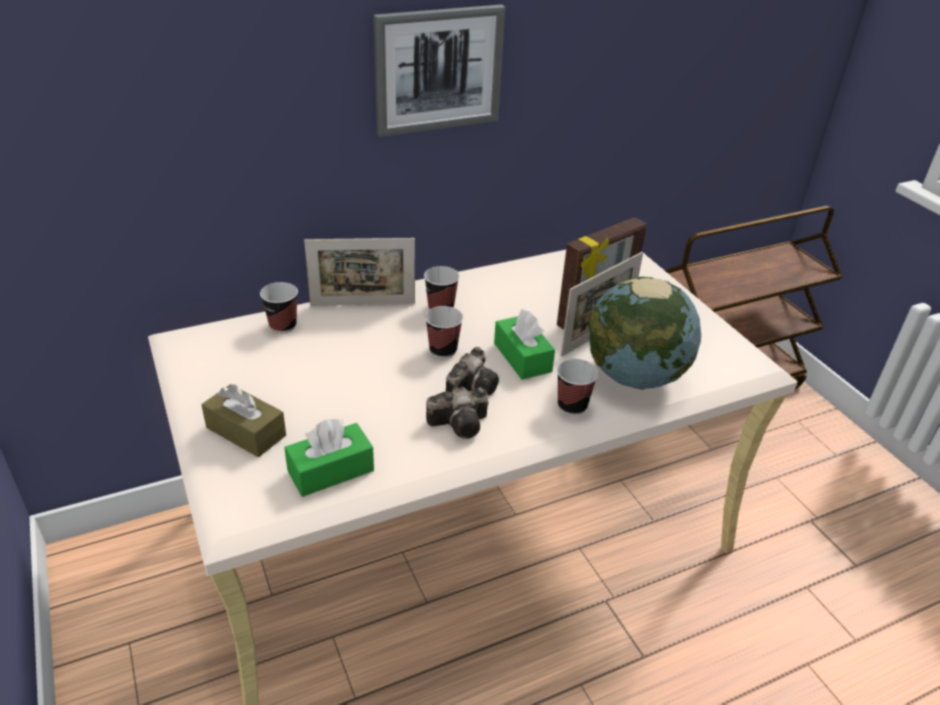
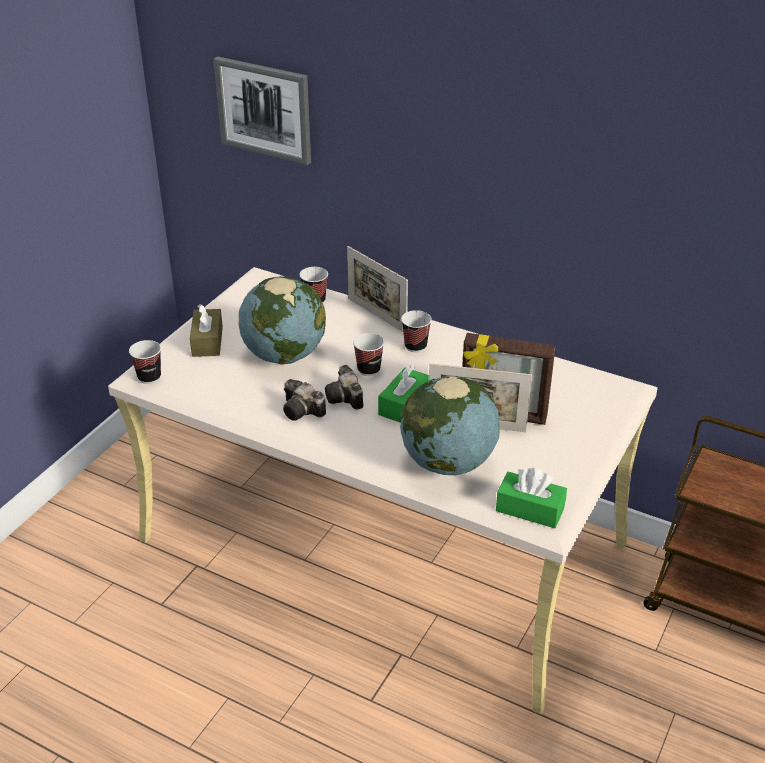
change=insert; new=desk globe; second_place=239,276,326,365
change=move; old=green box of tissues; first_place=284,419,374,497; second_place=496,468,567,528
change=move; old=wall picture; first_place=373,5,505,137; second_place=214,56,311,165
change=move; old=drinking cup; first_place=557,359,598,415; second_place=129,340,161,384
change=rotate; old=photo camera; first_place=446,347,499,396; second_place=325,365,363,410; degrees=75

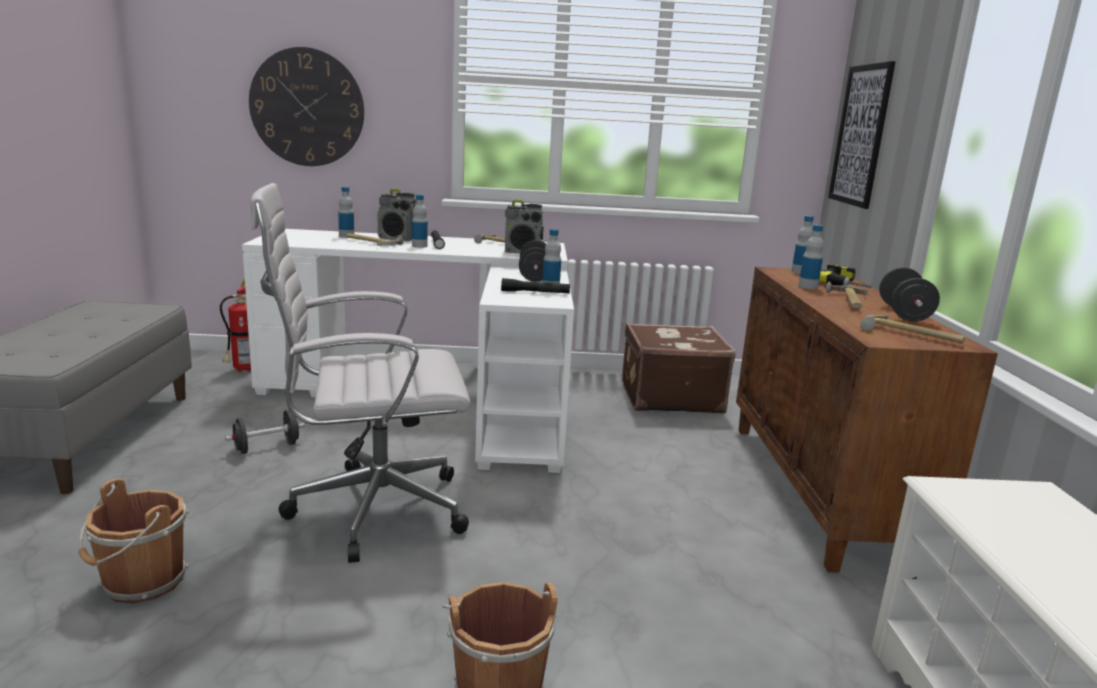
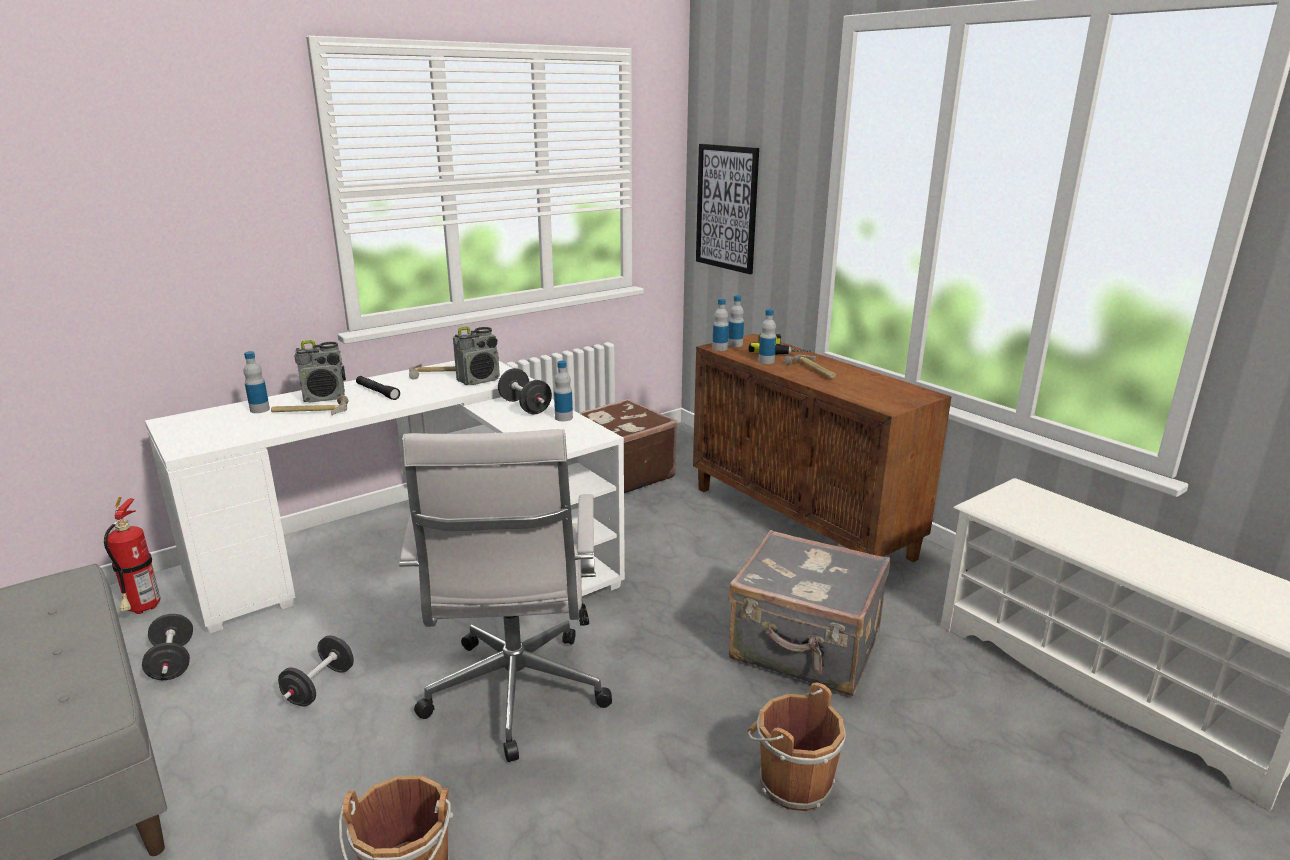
change=delete; old=hanging clock; first_place=249,47,364,166
change=delete; old=blackish flashlight; first_place=501,278,570,294
change=delete; old=hammer; first_place=860,315,965,343
change=insert; new=grey travel case; second_place=728,530,890,696
change=move; old=bottle; first_place=412,194,428,248; second_place=712,299,728,351
change=move; old=blackish free weight; first_place=879,267,940,322; second_place=142,614,193,680
change=rotate; old=whitish desk chair; first_place=251,183,471,563; second_place=399,429,612,762; degrees=-45

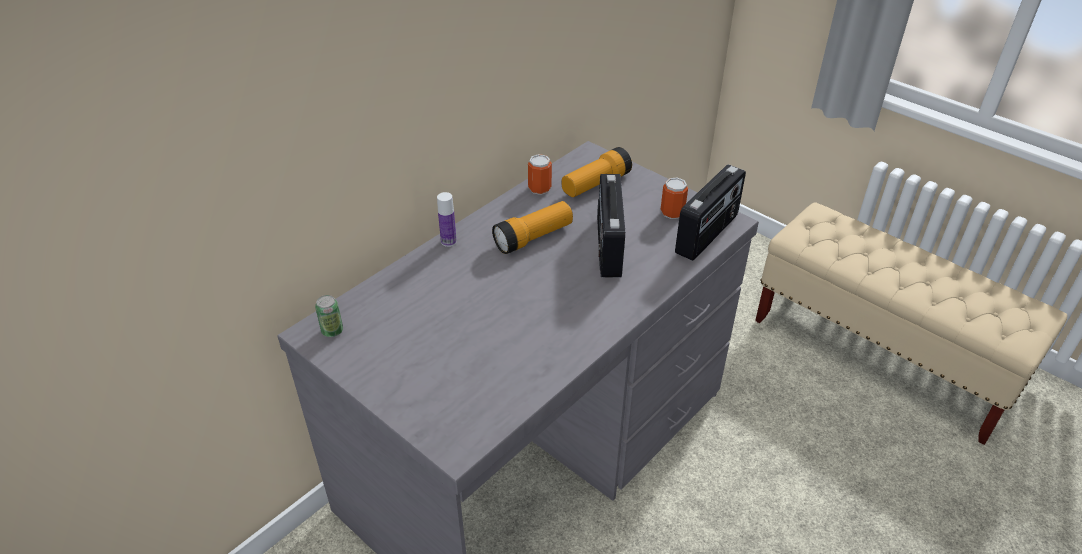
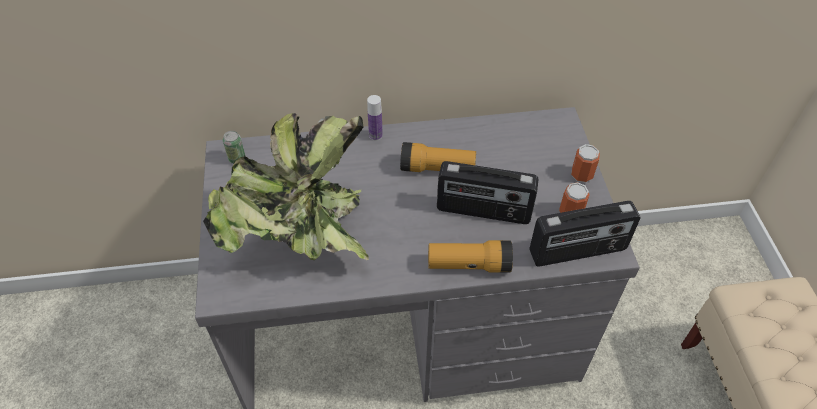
change=insert; new=potted plant; second_place=203,113,369,260
change=move; old=can; first_place=528,154,552,195; second_place=571,144,600,183
change=move; old=flashlight; first_place=561,147,632,197; second_place=428,240,513,273
change=rotate; old=radio receiver; first_place=597,174,625,278; second_place=437,161,539,224; degrees=-120

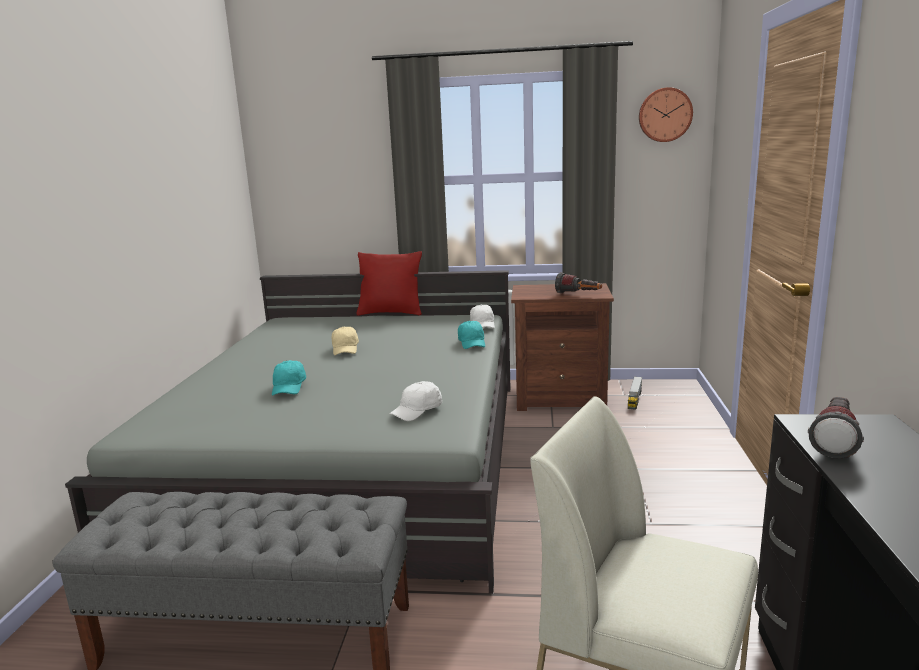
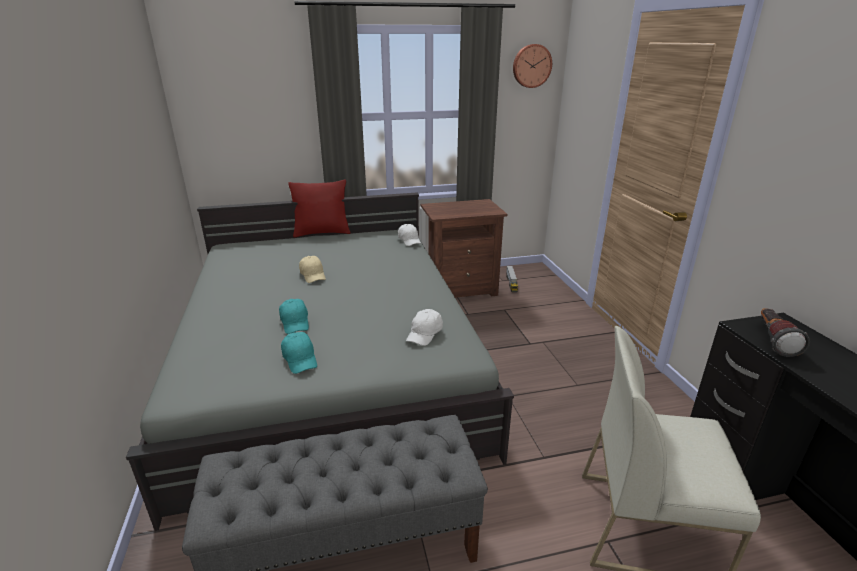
change=delete; old=flashlight; first_place=555,272,602,294
change=move; old=turquoise-coloured peaked cap; first_place=458,321,485,349; second_place=281,332,317,374

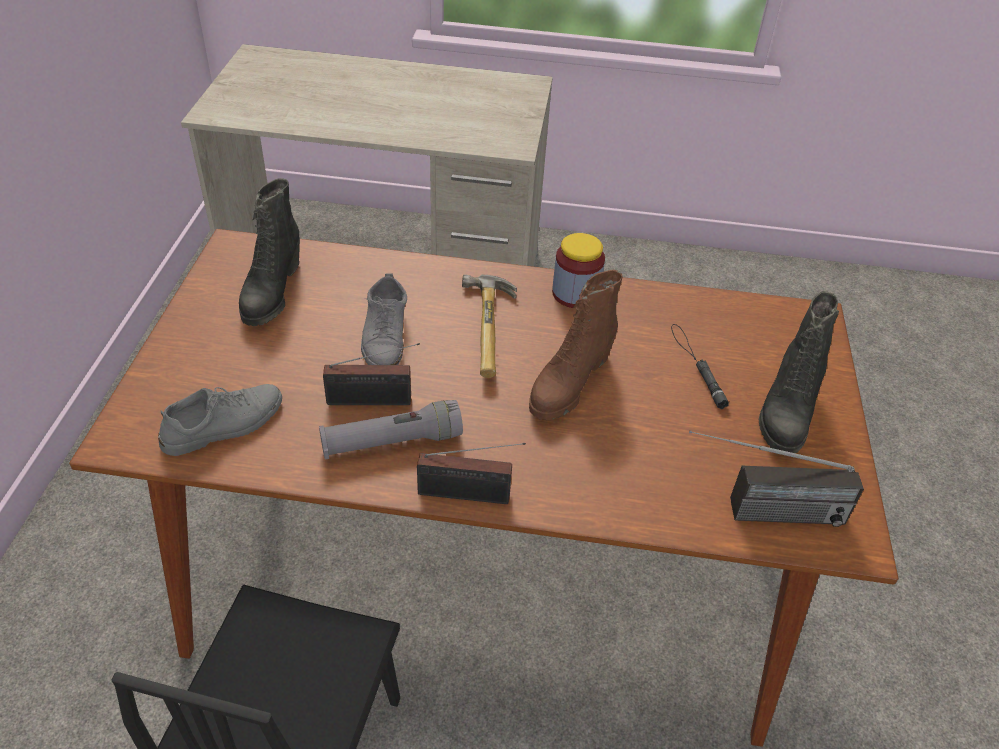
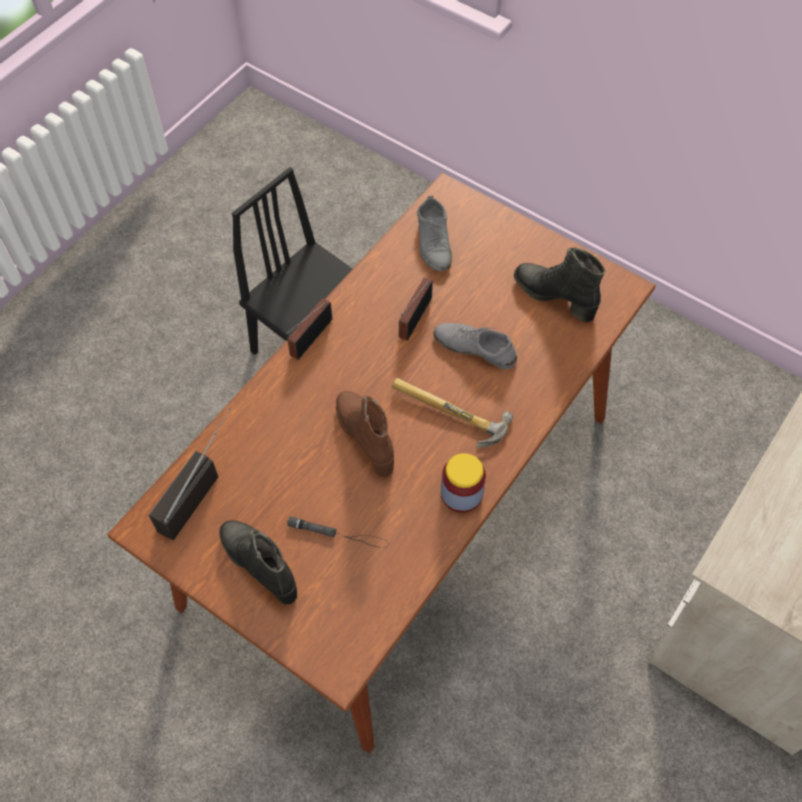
change=delete; old=grey flashlight; first_place=319,400,463,459

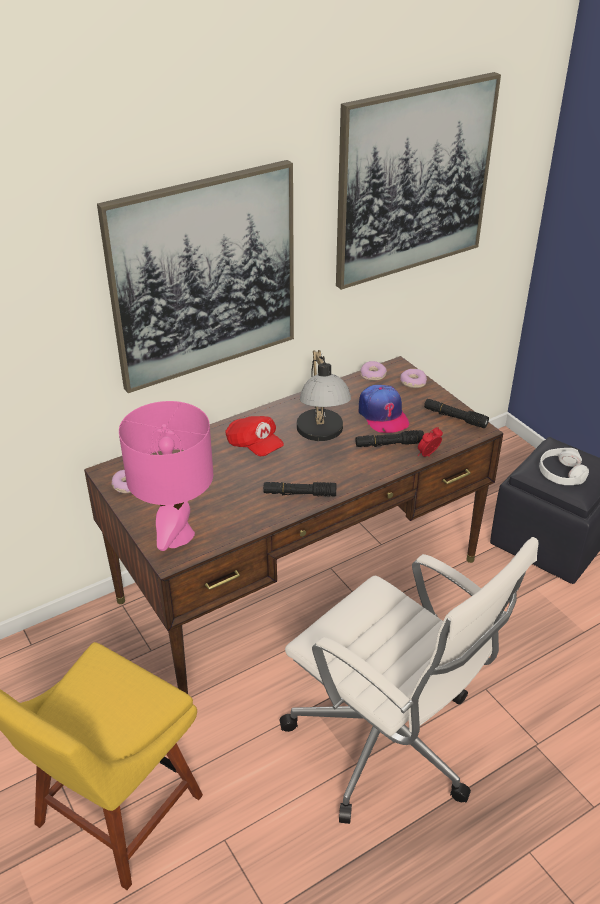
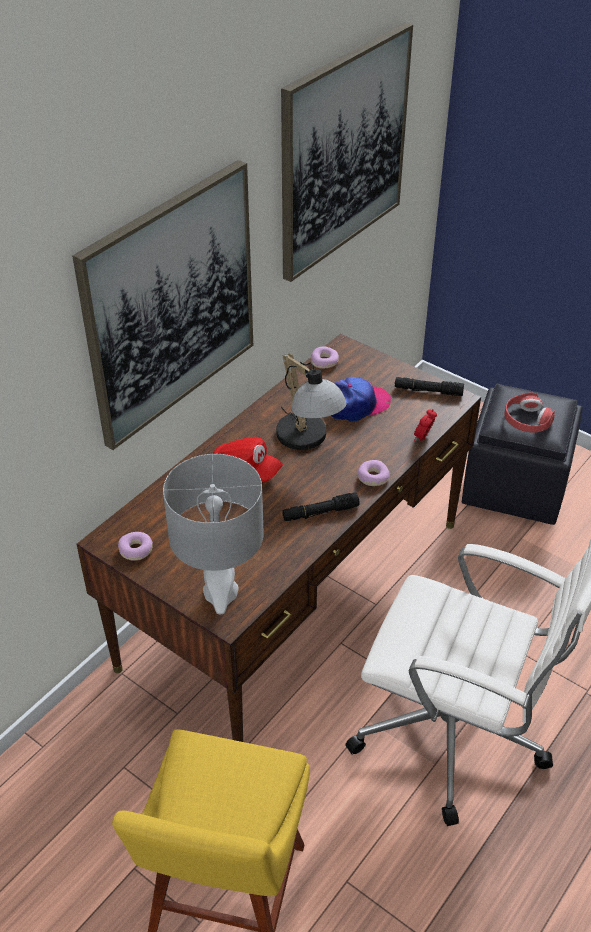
change=delete; old=blackish flashlight; first_place=356,430,424,447
change=move; old=doughnut; first_place=400,369,427,388; second_place=358,460,390,486
change=recolor; old=pinkish table lamp; new=grey table lamp; first_place=119,401,213,551; second_place=163,454,264,614
change=recolor; old=whitish pair of headphones; new=red-coloured pair of headphones; first_place=539,448,589,485; second_place=504,392,555,433
change=rotate; old=peaked cap; first_place=358,385,410,433; second_place=331,377,391,422; degrees=-75

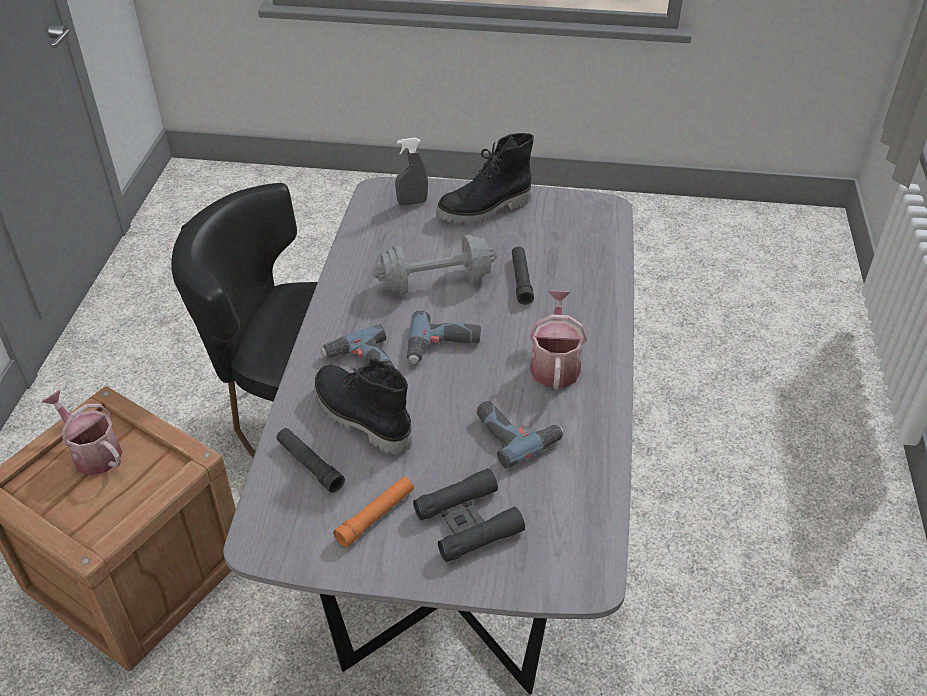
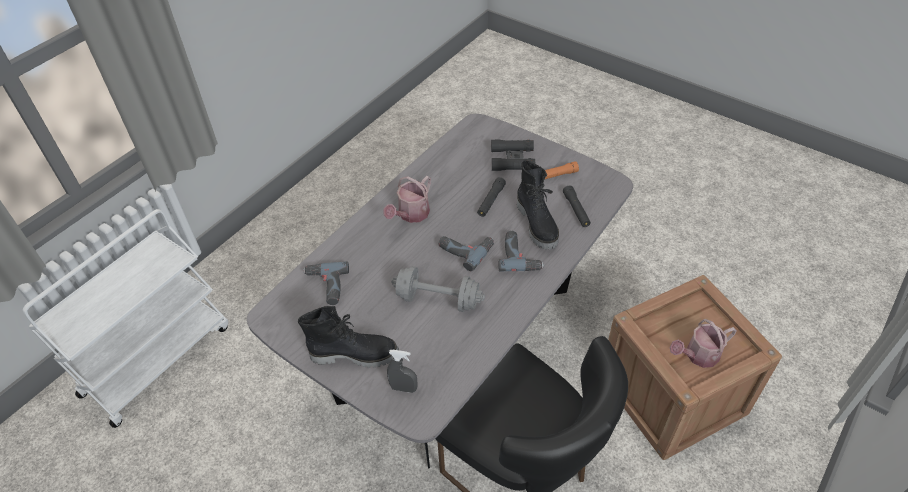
change=insert; new=whitish trolley; second_place=23,209,228,428
change=move; old=drill; first_place=476,401,564,469; second_place=303,262,349,305
change=move; old=blackish flashlight; first_place=512,247,534,305; second_place=477,177,506,217
change=rotate; old=watering pot; first_place=42,390,123,475; second_place=670,319,737,368; degrees=90

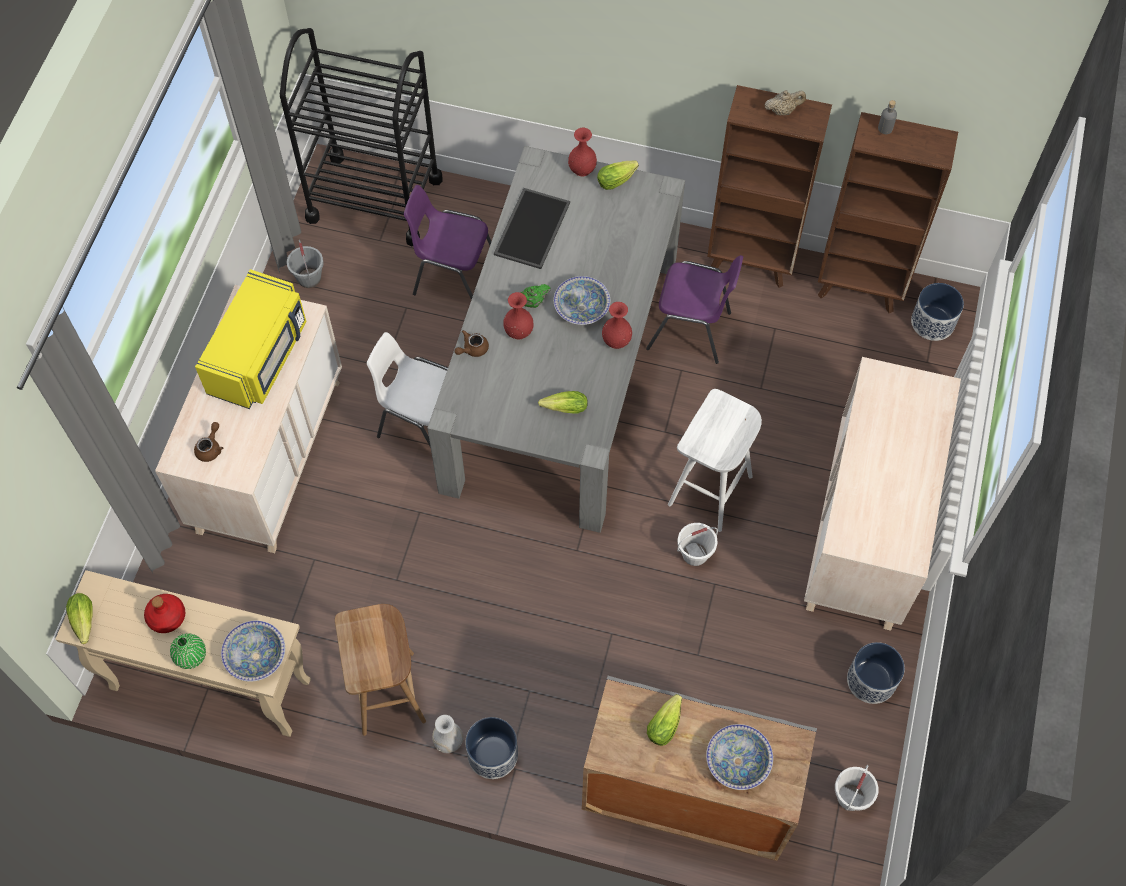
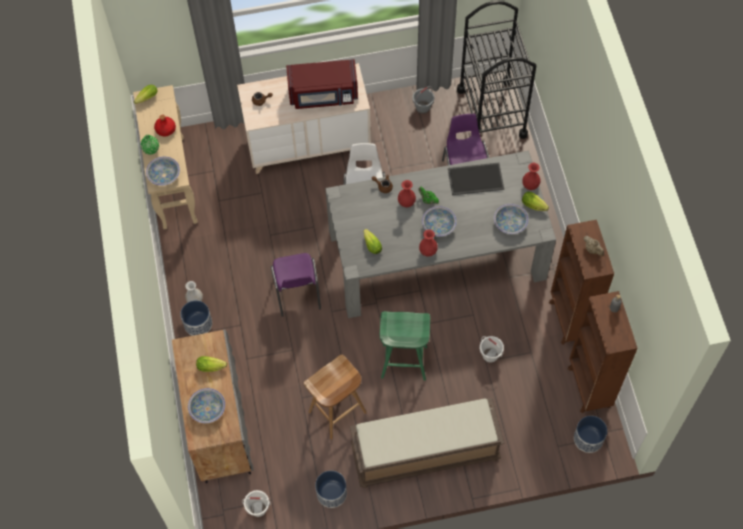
change=insert; new=bowl; second_place=494,204,528,234
change=move; old=brown-coloured sitting stool; first_place=335,604,426,736; second_place=304,355,367,440
change=move; old=purplish chair; first_place=646,255,743,364; second_place=271,253,321,317
change=move; old=whitish pail; first_place=677,523,718,566; second_place=480,336,504,363
change=replace; old=beige-coloured dresser; new=brown-coloured long seat; first_place=804,357,961,631; second_place=350,398,504,488
change=recolor; old=yellow-coloured kitchen microwave; new=red-coloured kitchen microwave; first_place=195,269,307,409; second_place=286,59,358,109
change=recolor; old=whitish sitting stool; new=green sitting stool; first_place=668,389,762,532; second_place=380,311,430,381

